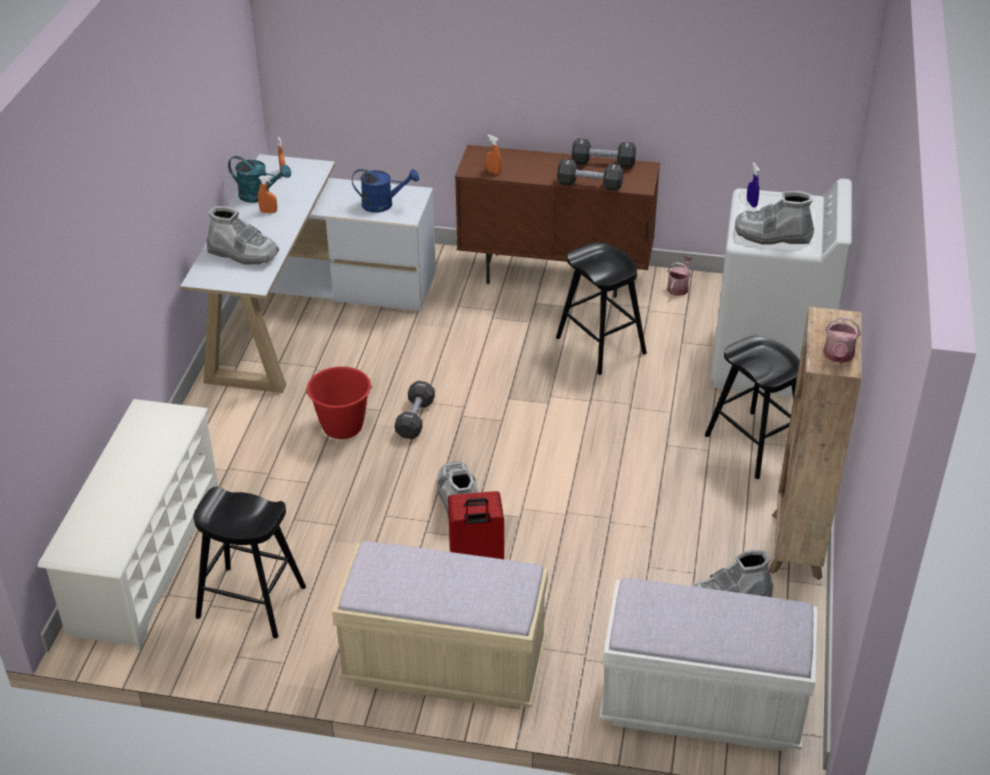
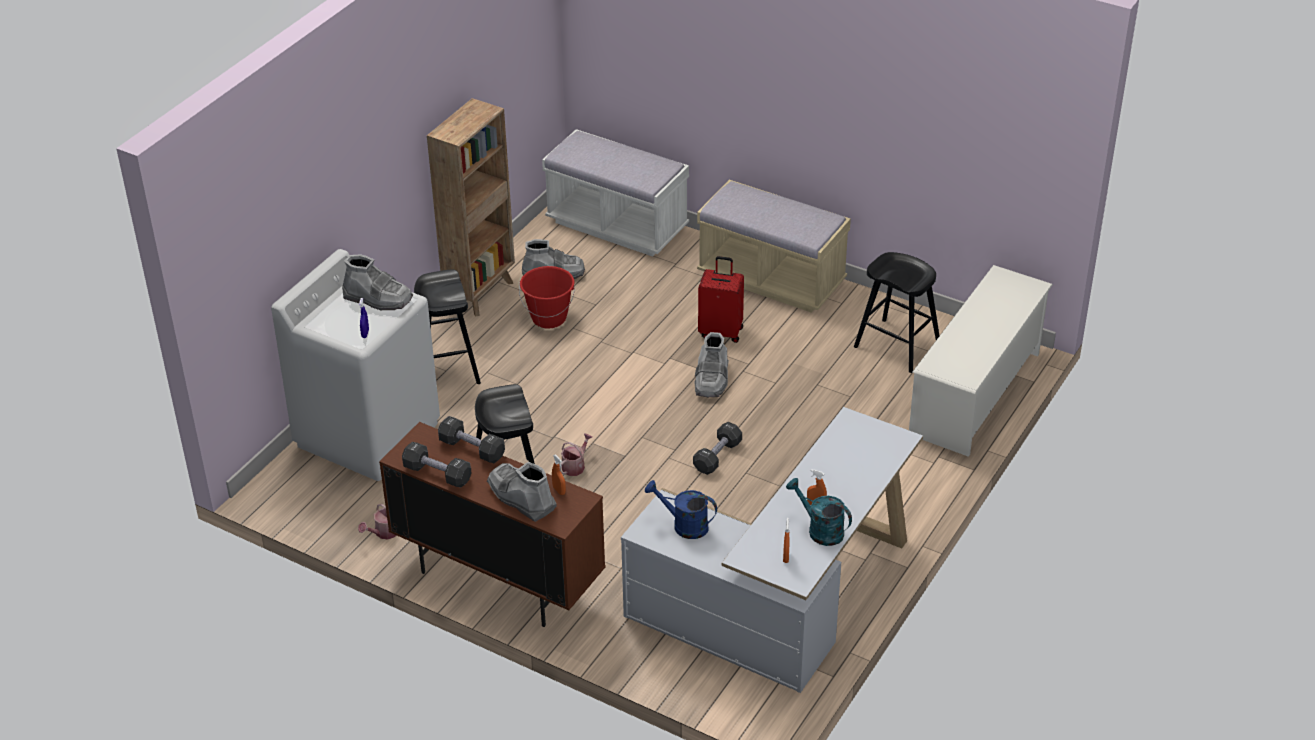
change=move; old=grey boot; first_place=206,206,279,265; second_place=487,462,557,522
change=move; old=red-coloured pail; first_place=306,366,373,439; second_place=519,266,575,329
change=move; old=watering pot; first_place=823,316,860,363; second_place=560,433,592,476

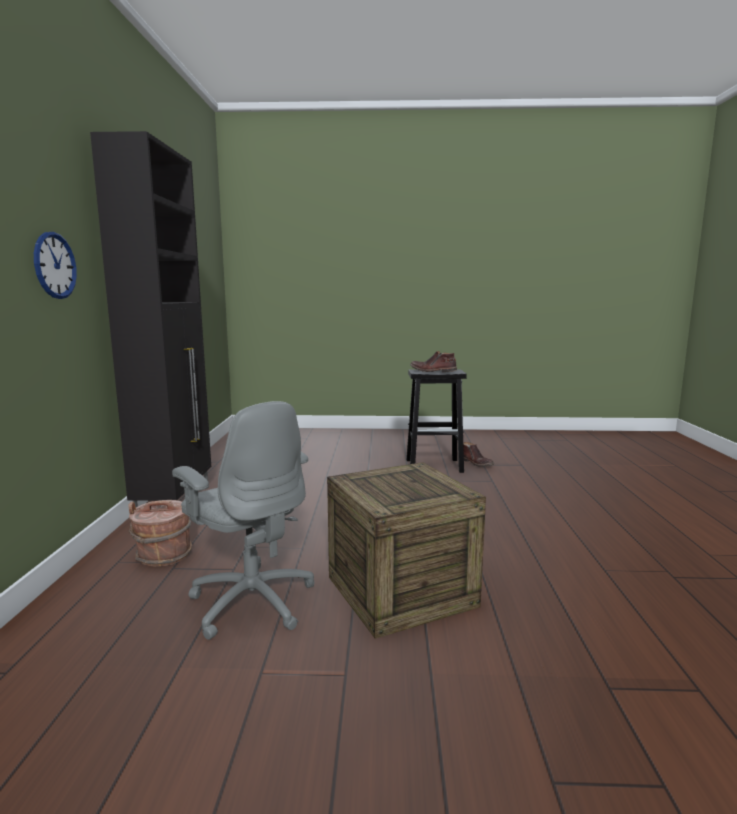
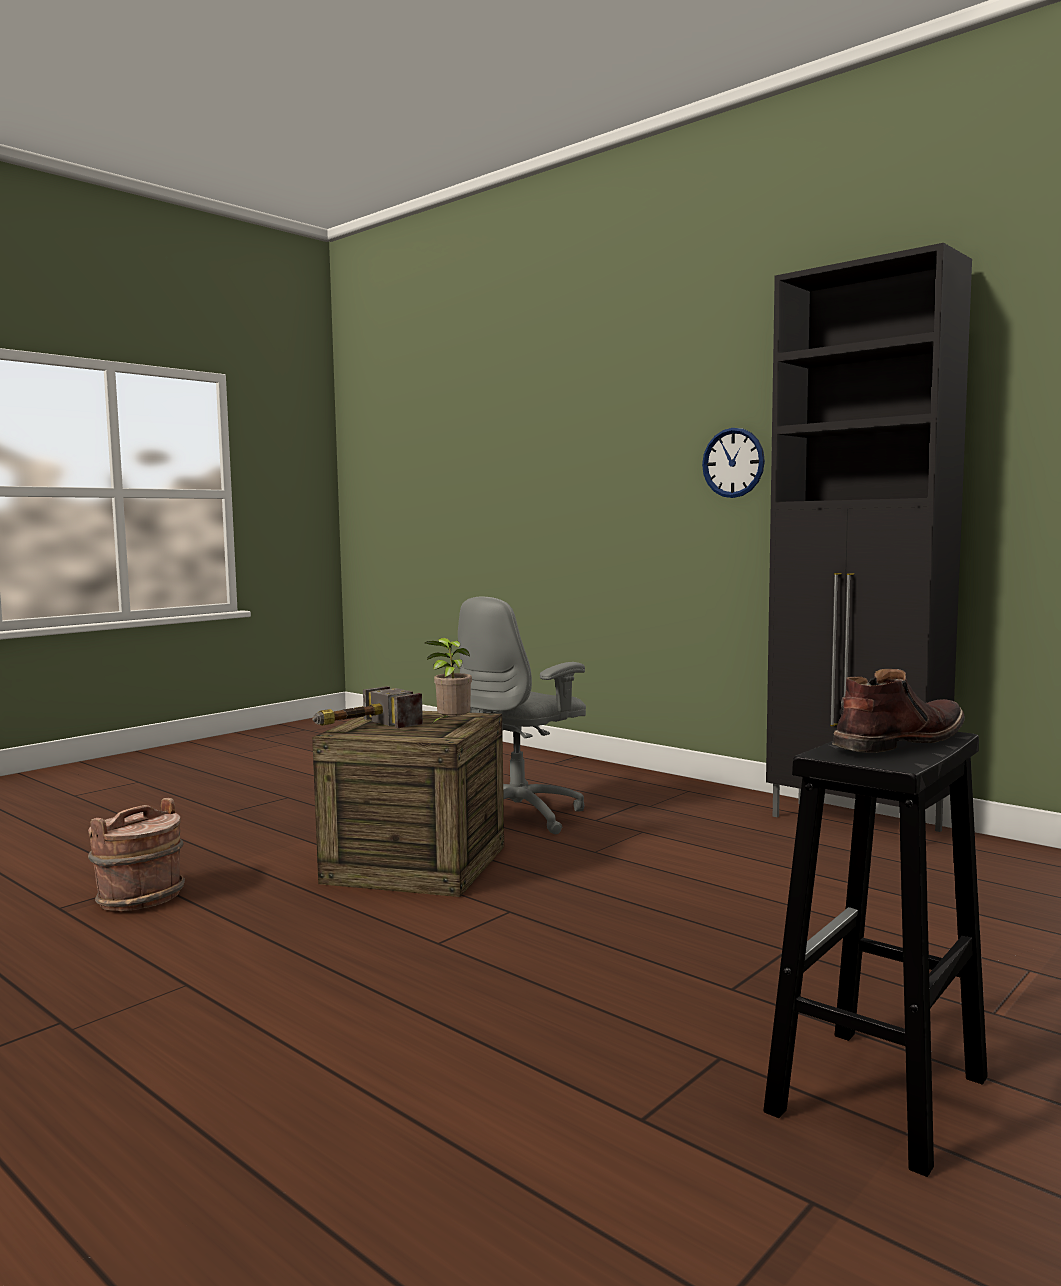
change=delete; old=brown-coloured boot; first_place=463,442,494,467
change=insert; new=hammer; second_place=312,686,423,728
change=insert; new=potted plant; second_place=425,638,472,723
change=move; old=brown-coloured pail; first_place=128,500,192,566; second_place=88,798,185,911
change=rotate; old=grey desk chair; first_place=172,401,315,640; second_place=456,596,586,834; degrees=-45

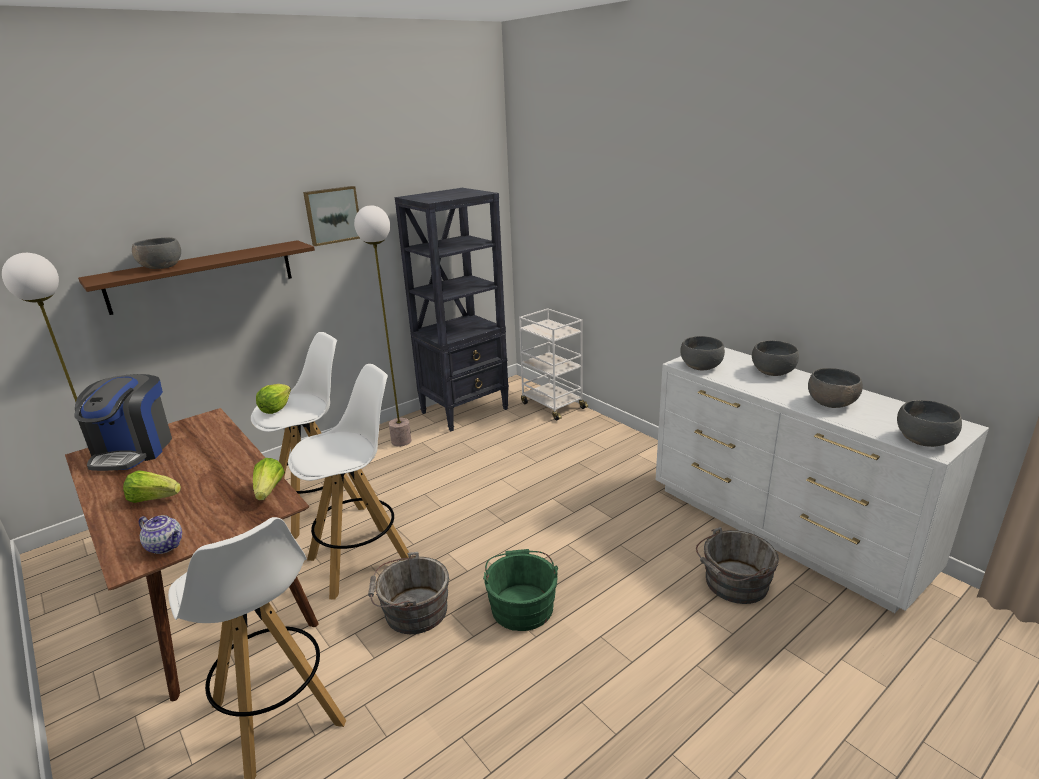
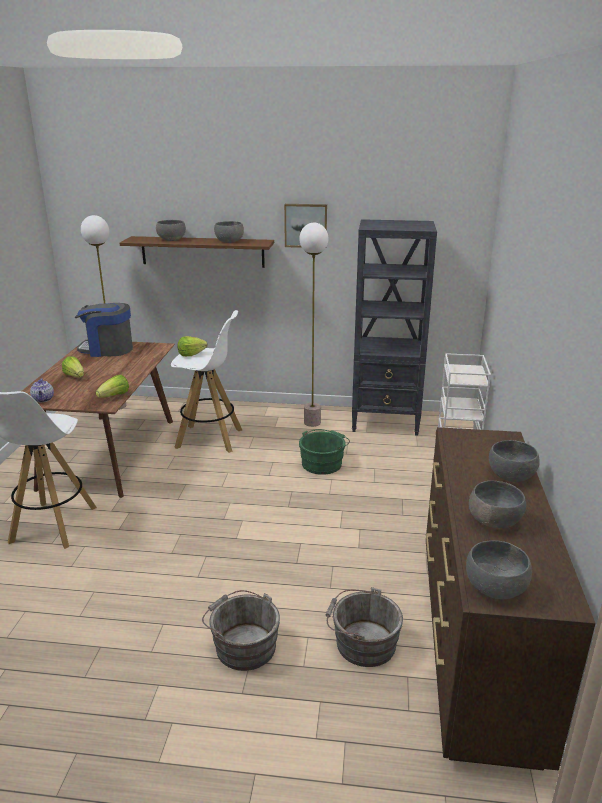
change=delete; old=whitish sitting stool; first_place=288,364,409,600
change=move; old=grey pail; first_place=368,552,449,634; second_place=202,590,280,671
change=move; old=green pail; first_place=483,549,558,631; second_place=299,429,350,475
change=move; old=grey bowl; first_place=680,336,725,370; second_place=214,221,244,243
change=recolor; old=whitish dresser; new=brown-coloured dresser; first_place=656,347,989,613; second_place=426,427,596,770
change=rotate; old=coffee brewer; first_place=75,374,172,471; second_place=75,303,133,357; degrees=45

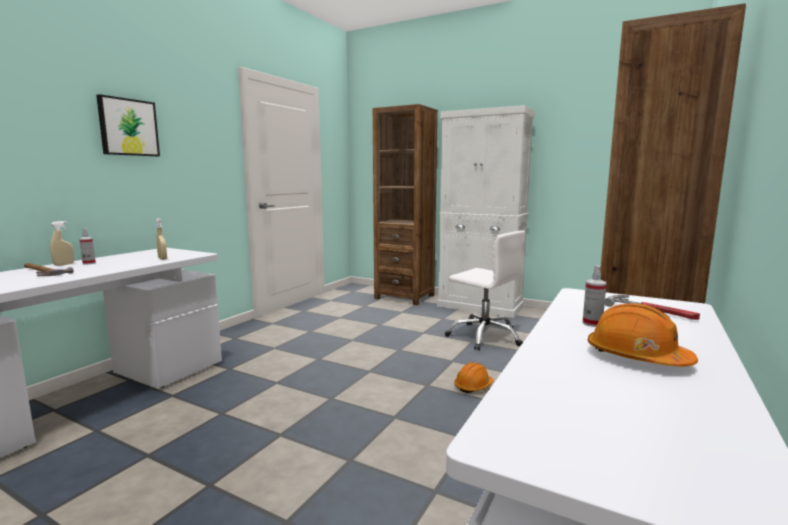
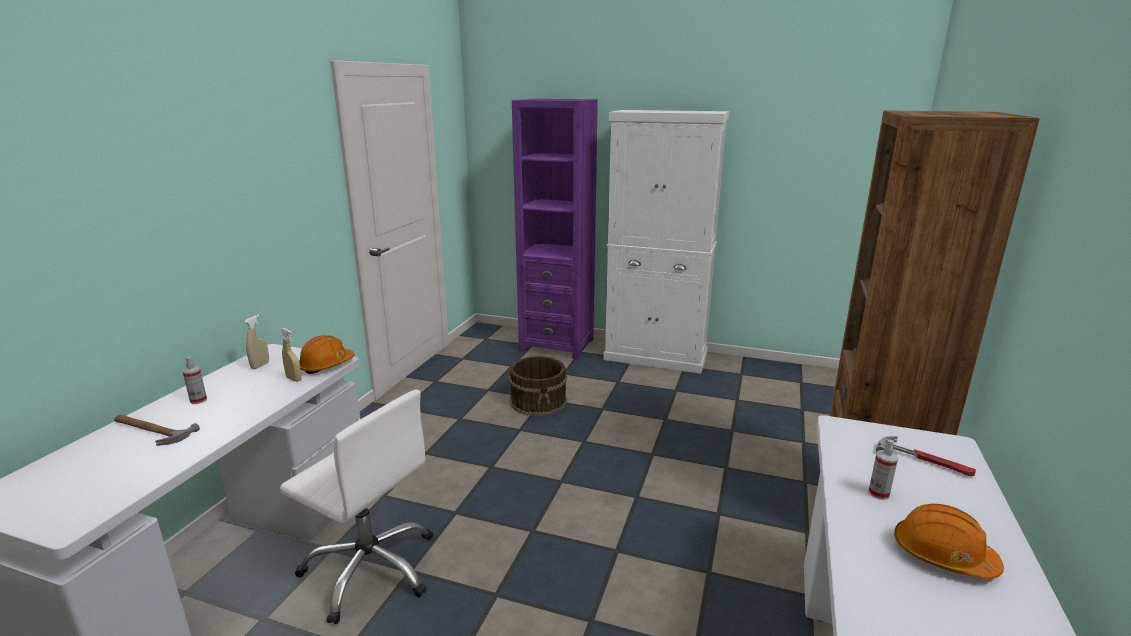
change=delete; old=wall picture; first_place=96,94,160,156
change=insert; new=brown-coloured pail; second_place=509,356,567,416
change=move; old=beige-coloured spray bottle; first_place=50,221,74,266; second_place=245,315,269,369
change=move; old=whitish desk chair; first_place=445,230,525,350; second_place=280,390,433,624
change=move; old=orange safety helmet; first_place=454,362,494,393; second_place=299,335,355,374
change=recolor; old=brown-coloured bookshelf; new=purplish bookshelf; first_place=373,104,438,305; second_place=512,99,598,360

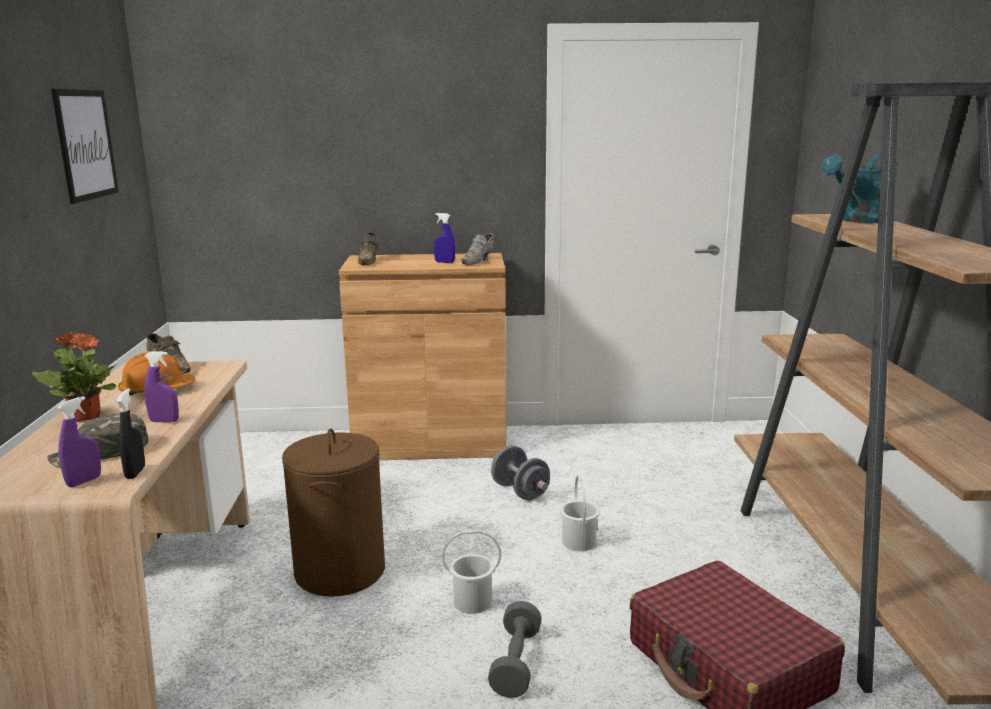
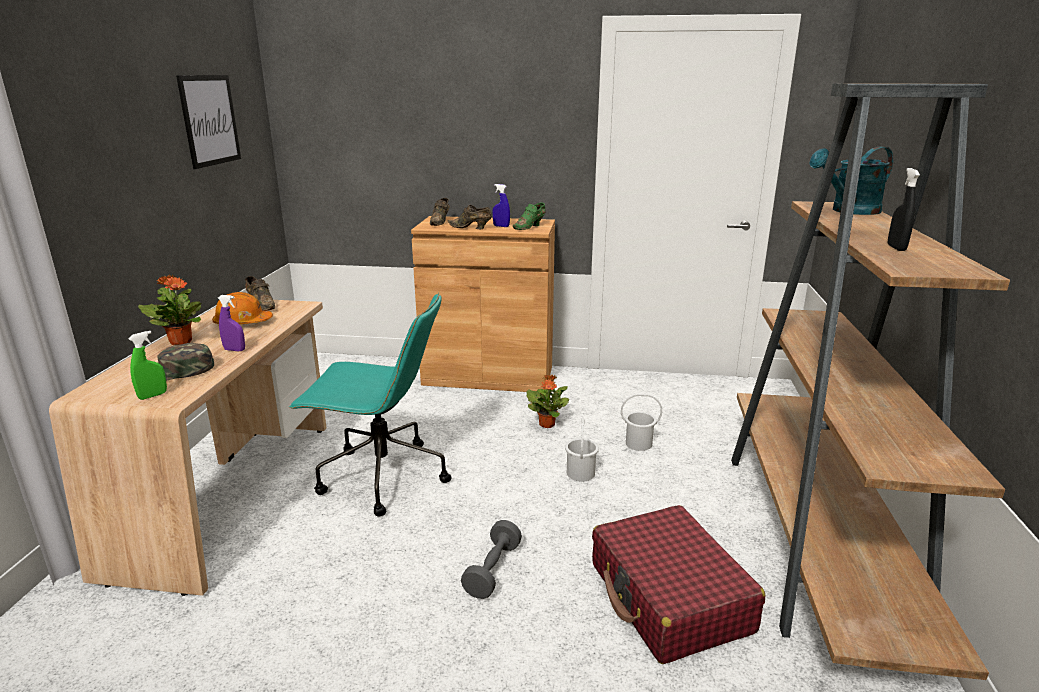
change=insert; new=brown-coloured item of footwear; second_place=447,205,492,229
change=move; old=blackish spray bottle; first_place=116,389,145,479; second_place=888,168,920,251
change=move; old=whitish pail; first_place=442,530,501,614; second_place=621,394,662,451
change=replace; old=brown-coloured washing basket; new=turquoise-coloured desk chair; first_place=282,428,385,597; second_place=289,293,452,517
change=replace; old=grey free weight; new=potted plant; first_place=491,445,550,500; second_place=527,375,569,428
change=recolor; old=purplish spray bottle; new=green spray bottle; first_place=57,396,101,487; second_place=128,331,167,400
change=recolor; old=grey item of footwear; new=green item of footwear; first_place=461,233,495,265; second_place=513,202,546,230

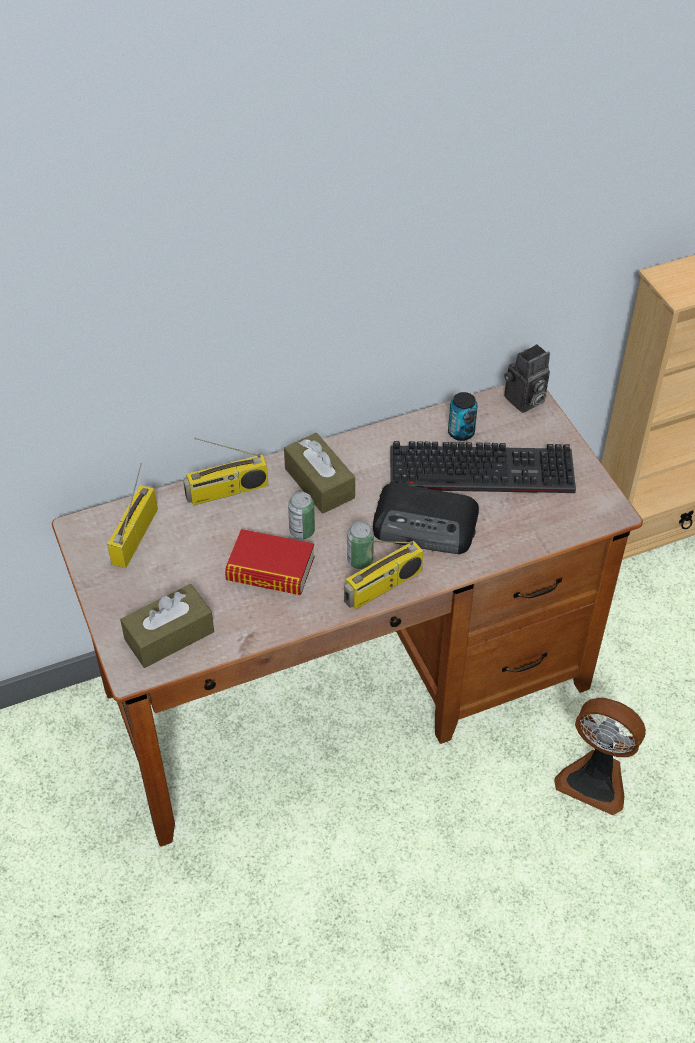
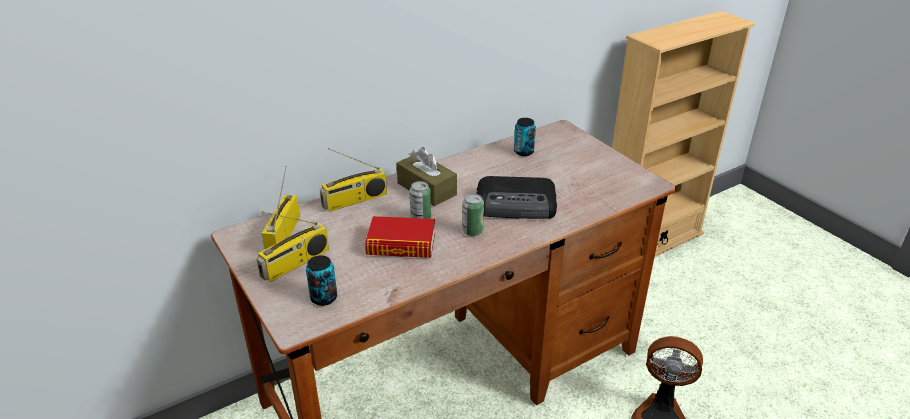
change=delete; old=keyboard; first_place=390,441,576,493
change=delete; old=photo camera; first_place=504,344,550,413
change=move; old=radio receiver; first_place=344,540,424,610; second_place=257,211,329,282
change=replace; old=brown-coloured box of tissues; new=can; first_place=120,584,214,668; second_place=306,255,337,306

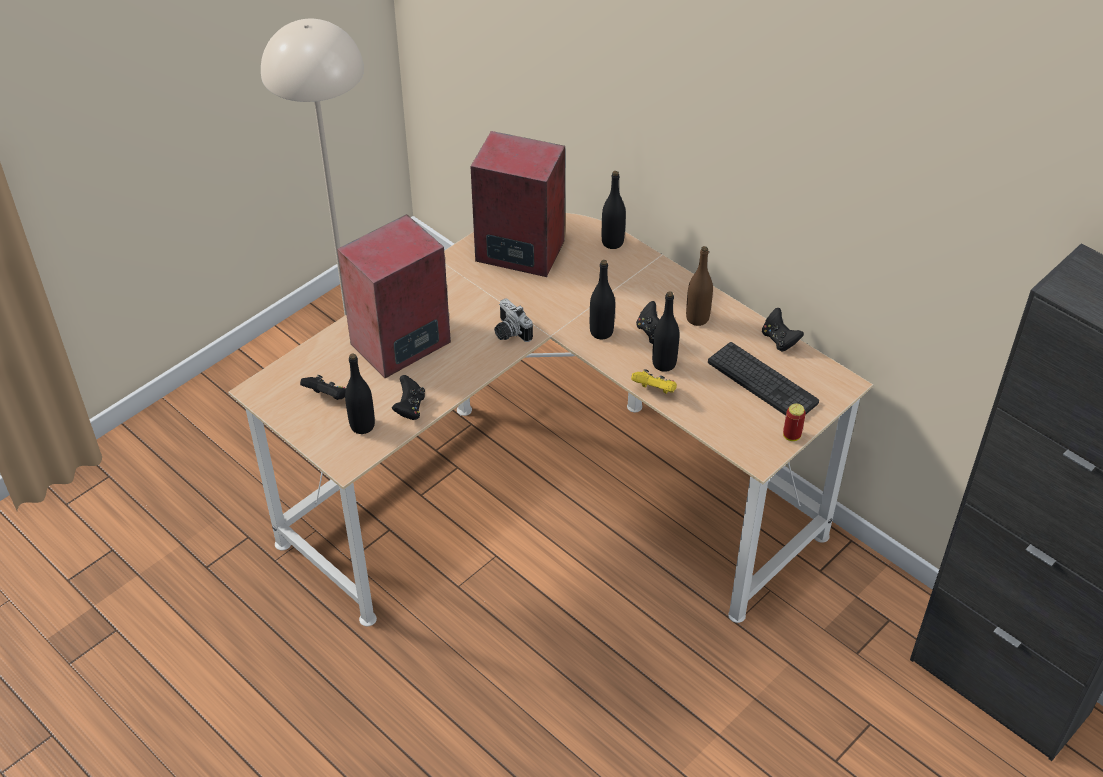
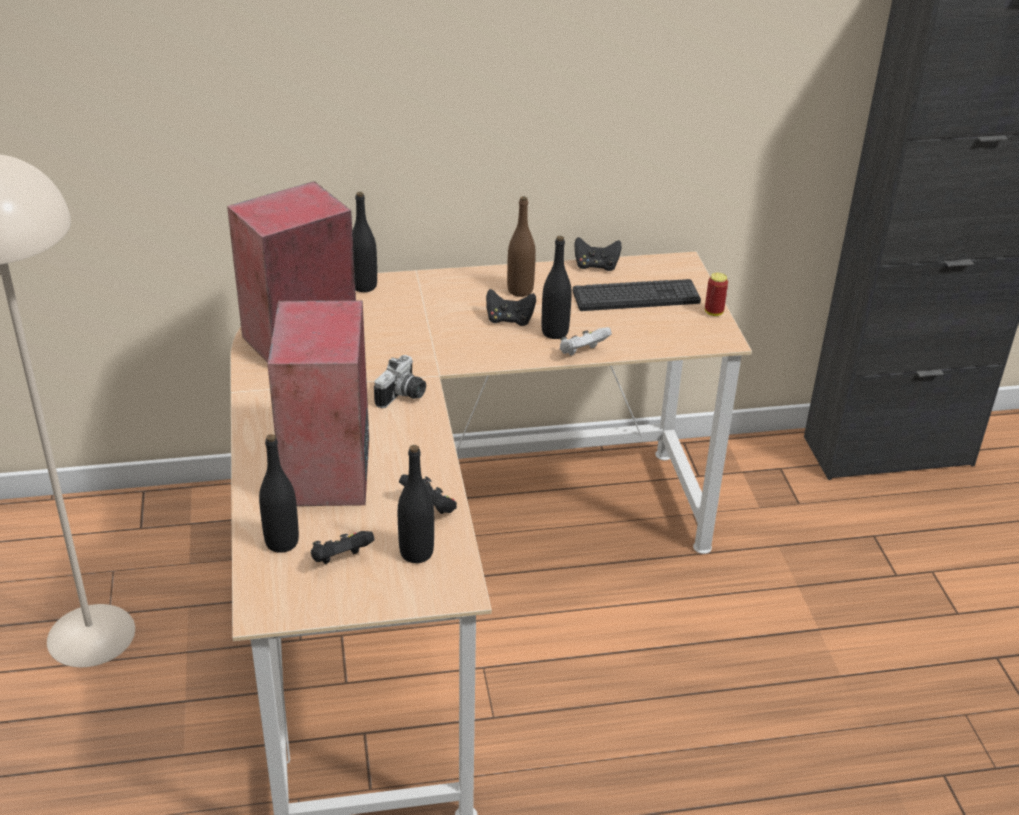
change=move; old=blackish bottle; first_place=590,260,615,339; second_place=259,434,299,553
change=recolor; old=yellow-coloured joypad; new=whitish joypad; first_place=631,369,677,394; second_place=560,327,612,356
change=rotate; old=photo camera; first_place=494,299,533,342; second_place=374,355,426,408; degrees=-60

